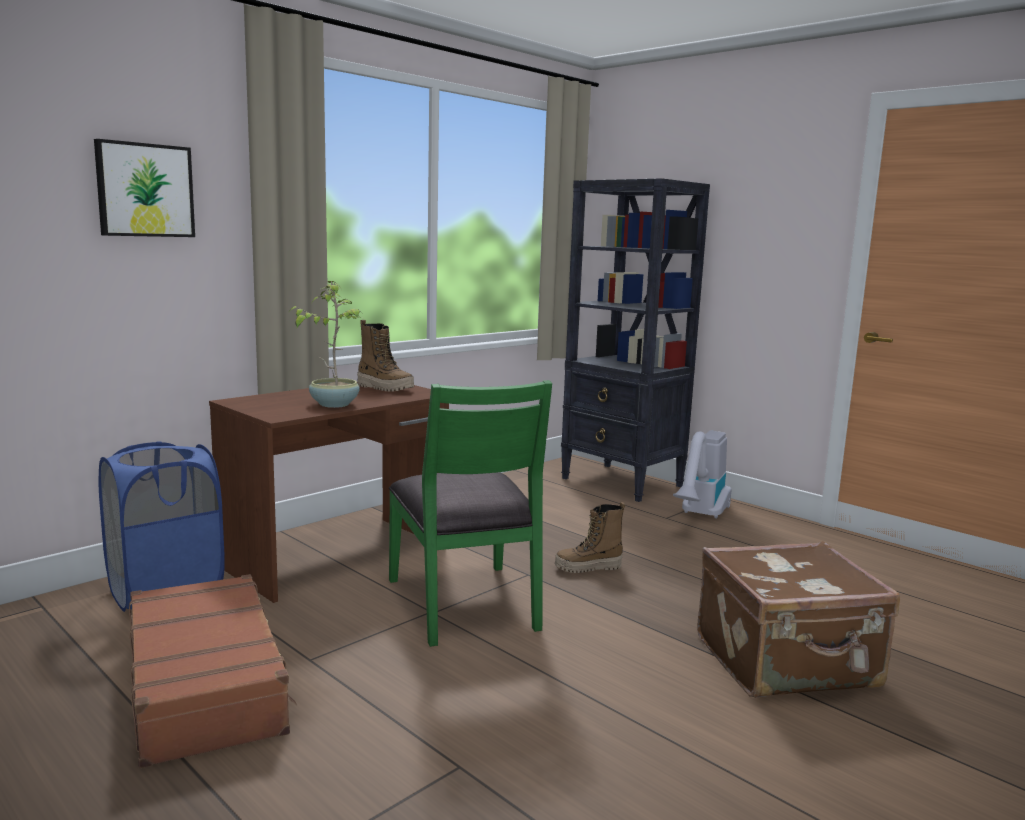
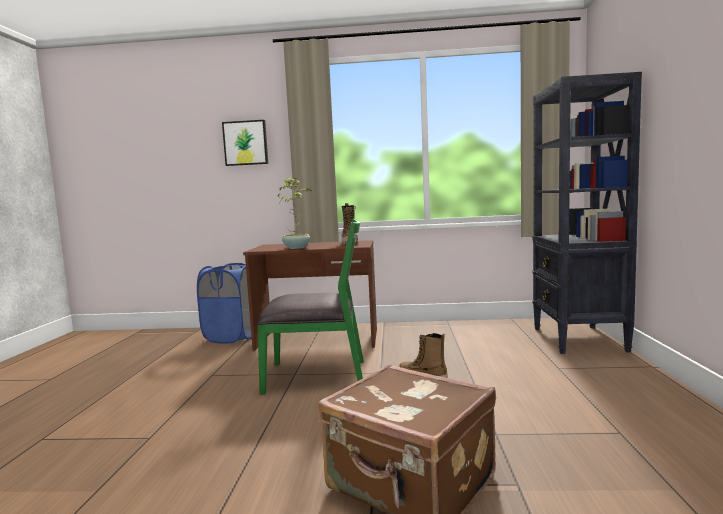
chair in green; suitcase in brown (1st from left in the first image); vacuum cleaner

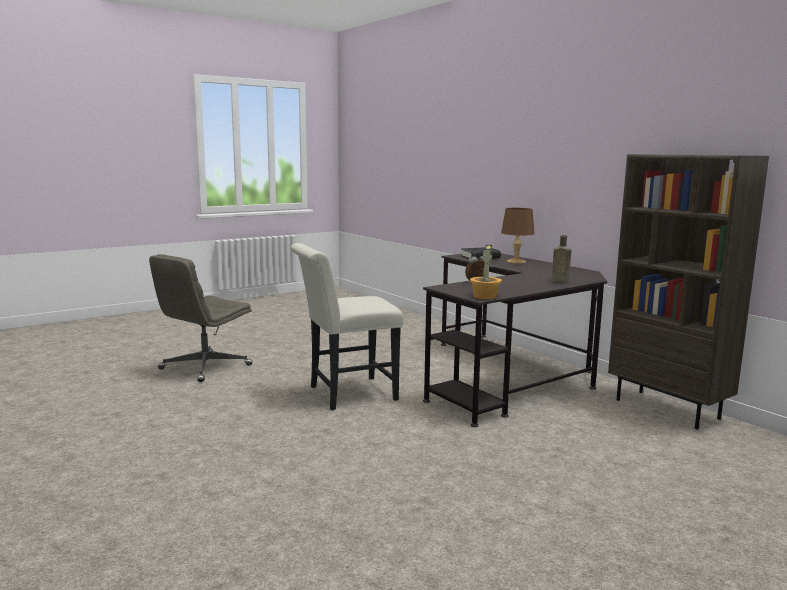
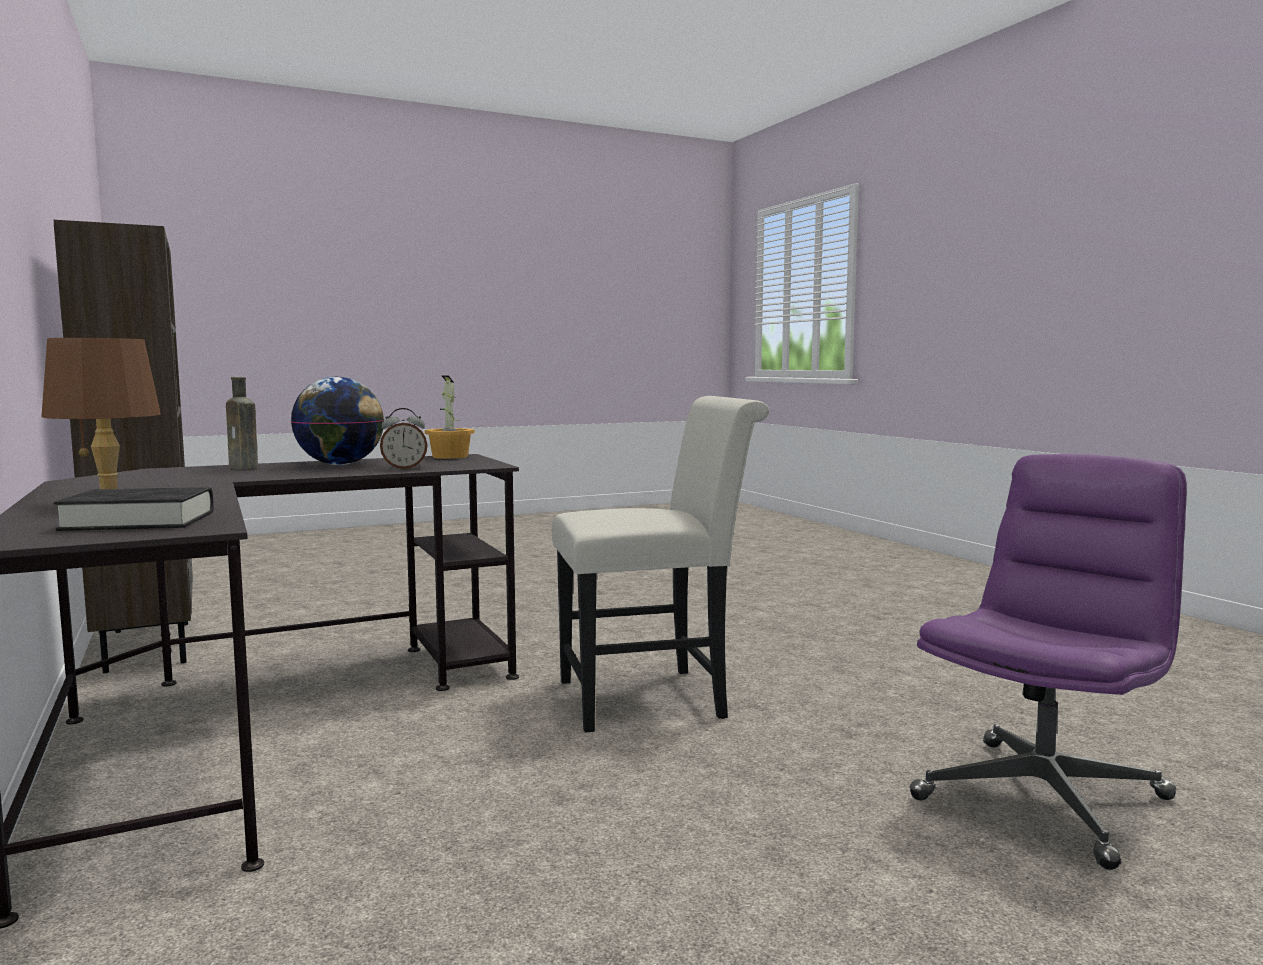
globe; office chair in purple

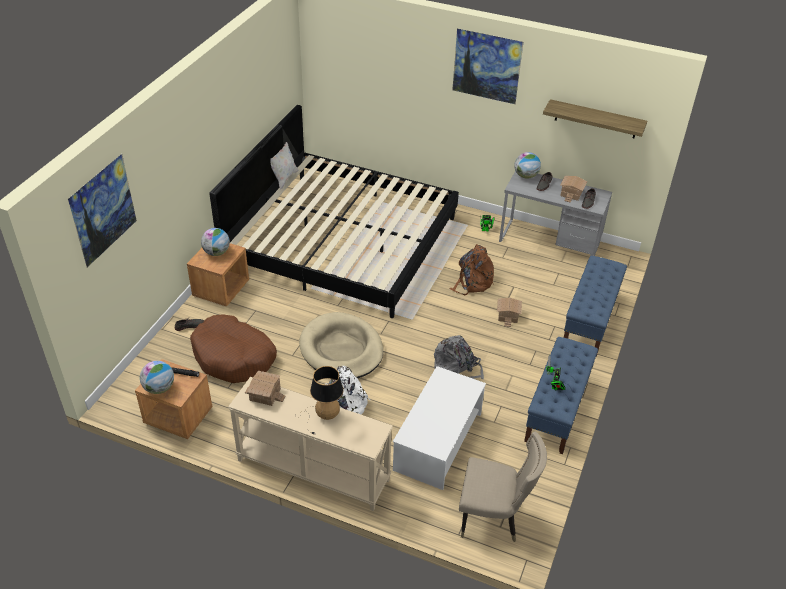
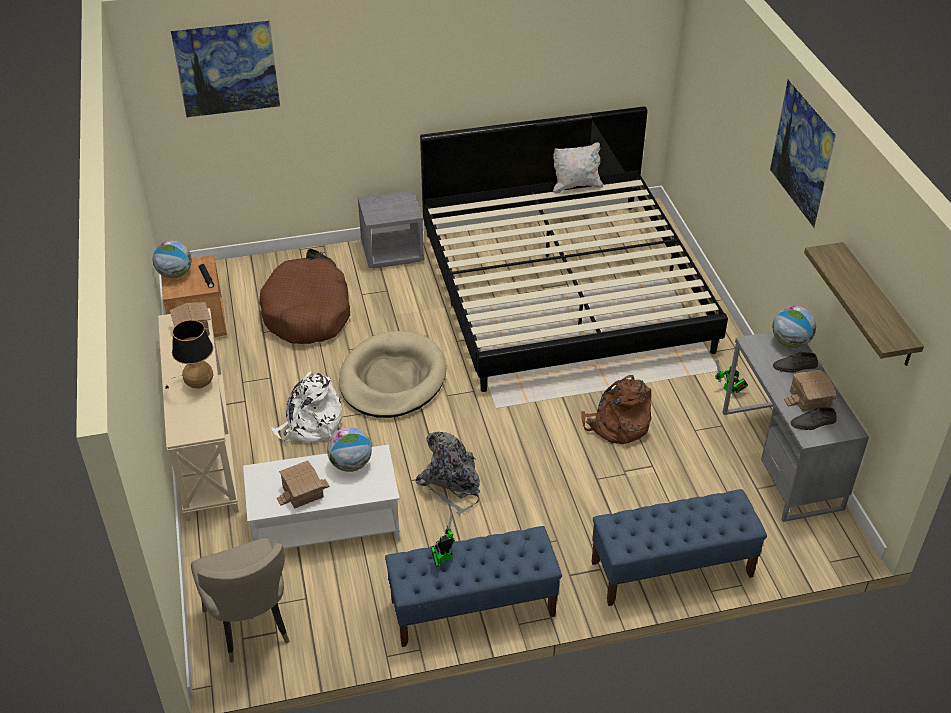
toy house (2nd from left); globe (2nd from left); nightstand in grey

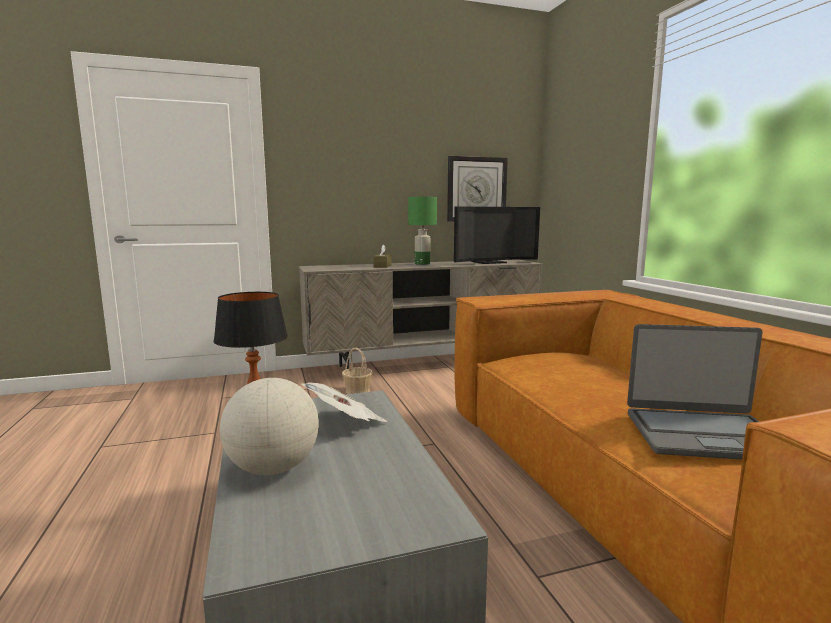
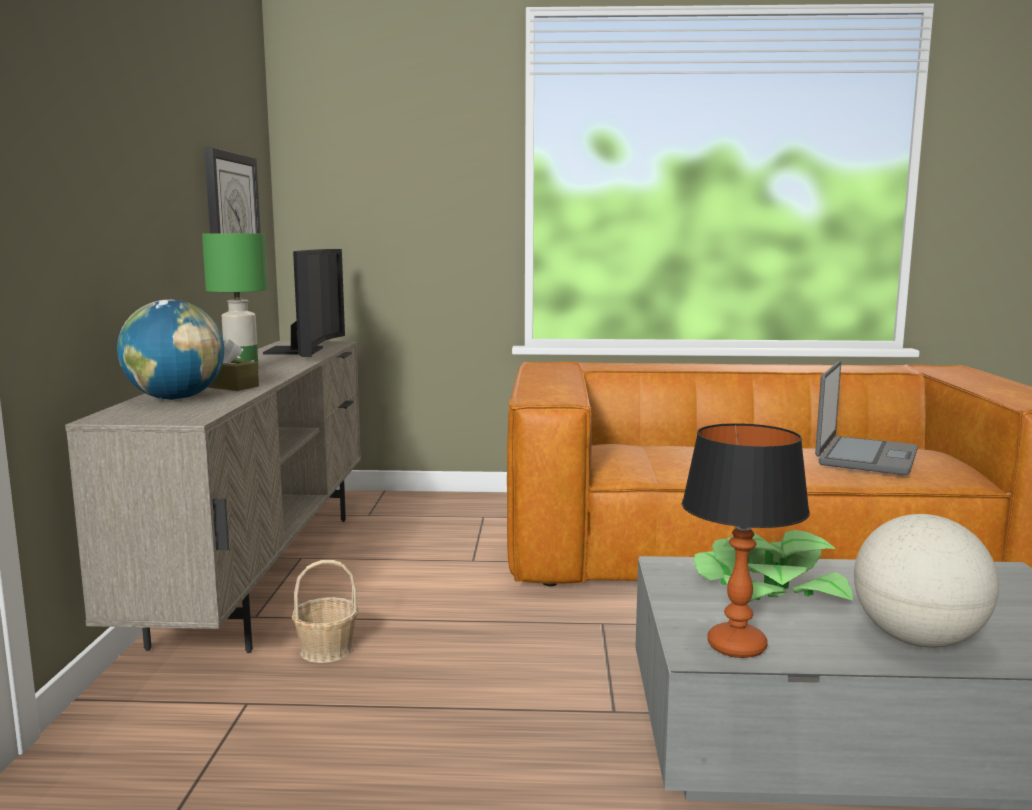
globe (1st from left); potted plant

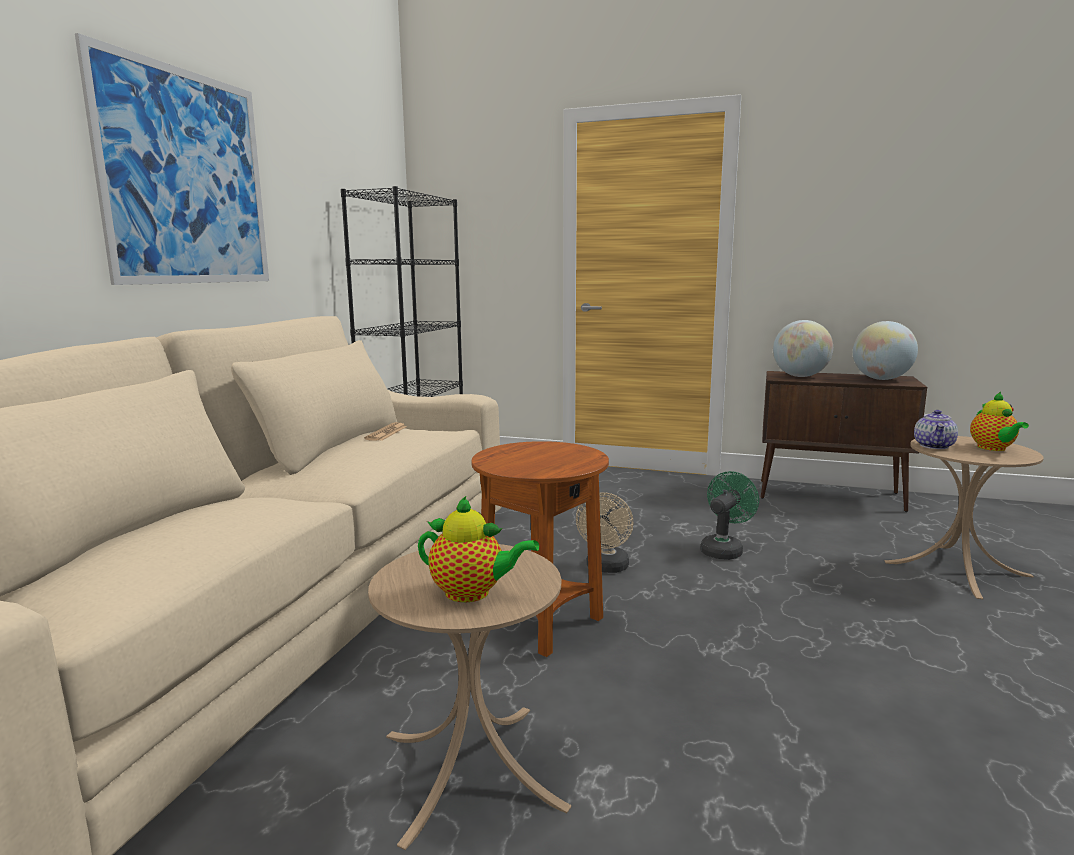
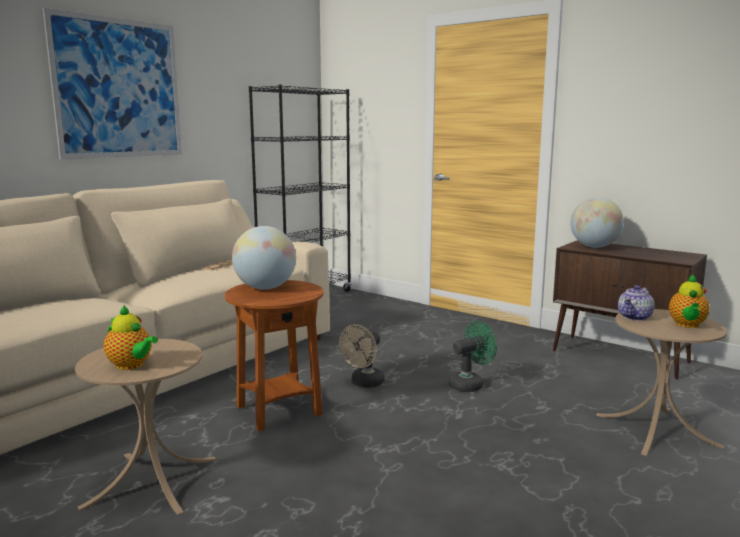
globe (1st from left)

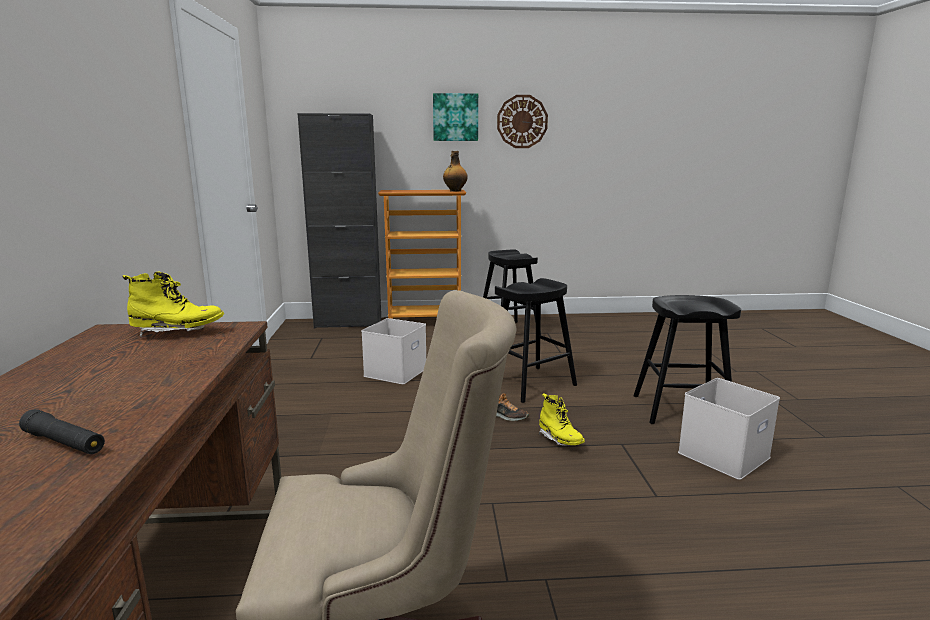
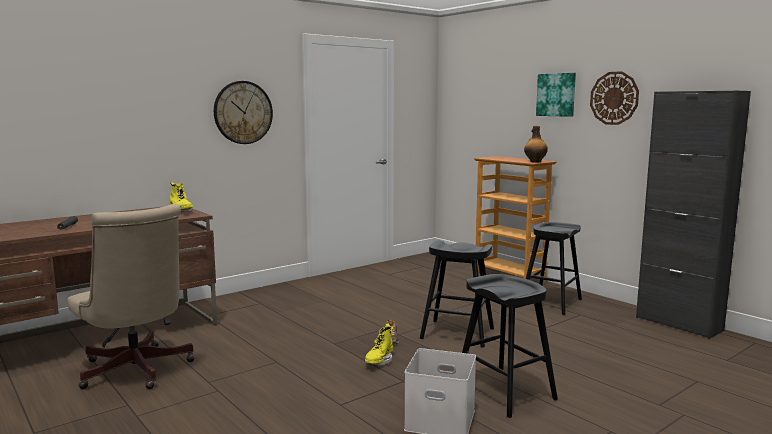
wall clock (1st from left); cabinet in black; storage box in white (1st from left in the first image)

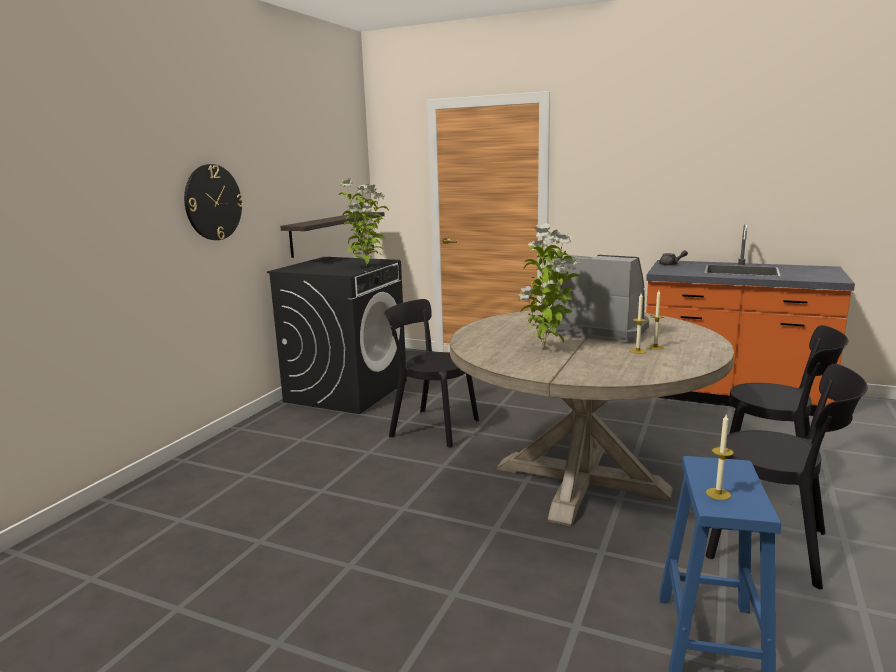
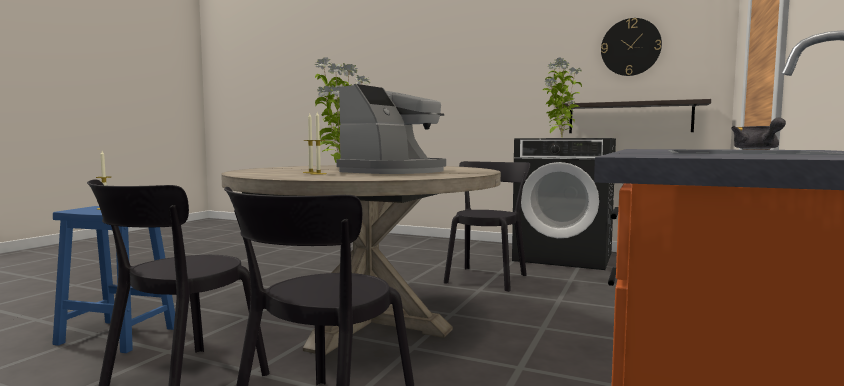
wall clock

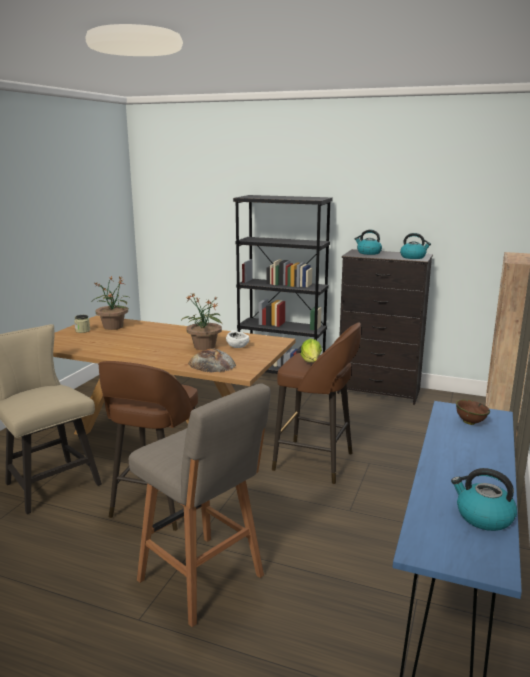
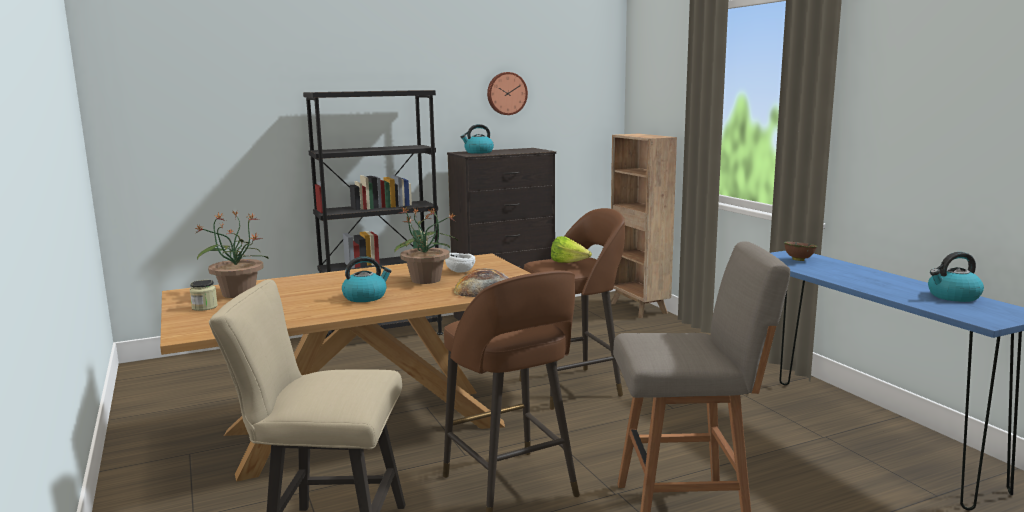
kettle (1st from left); wall clock

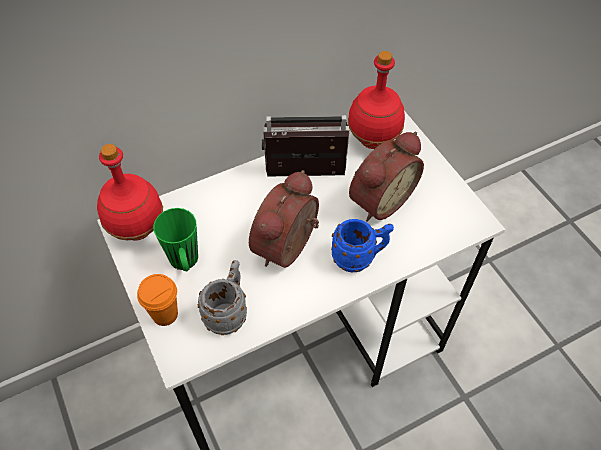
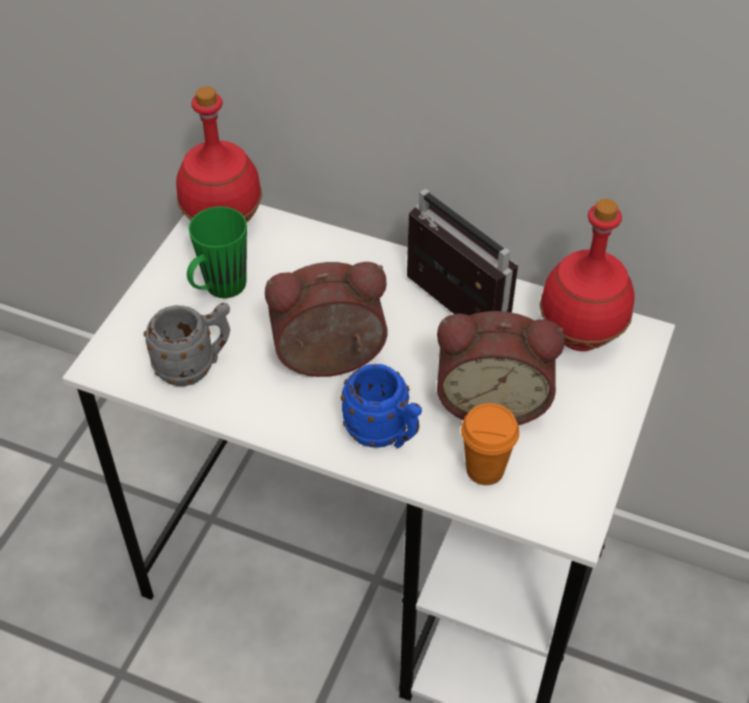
cup in orange

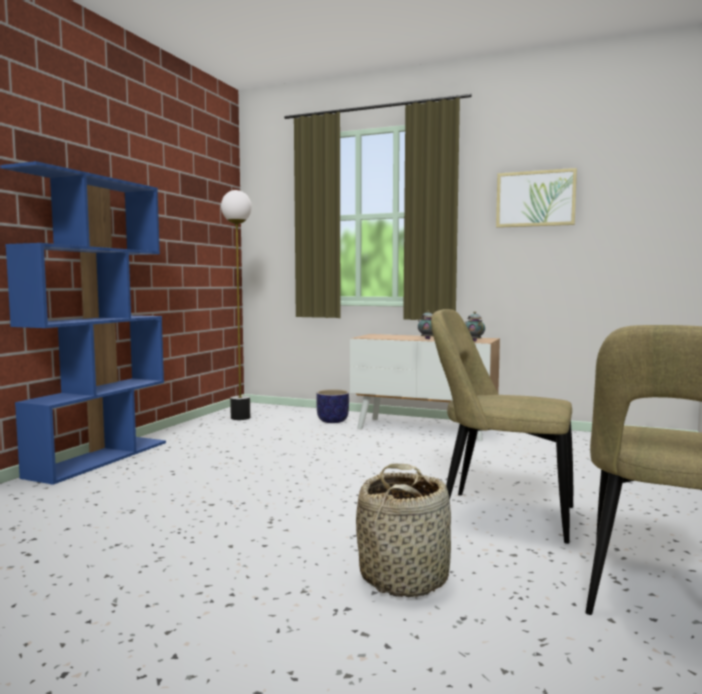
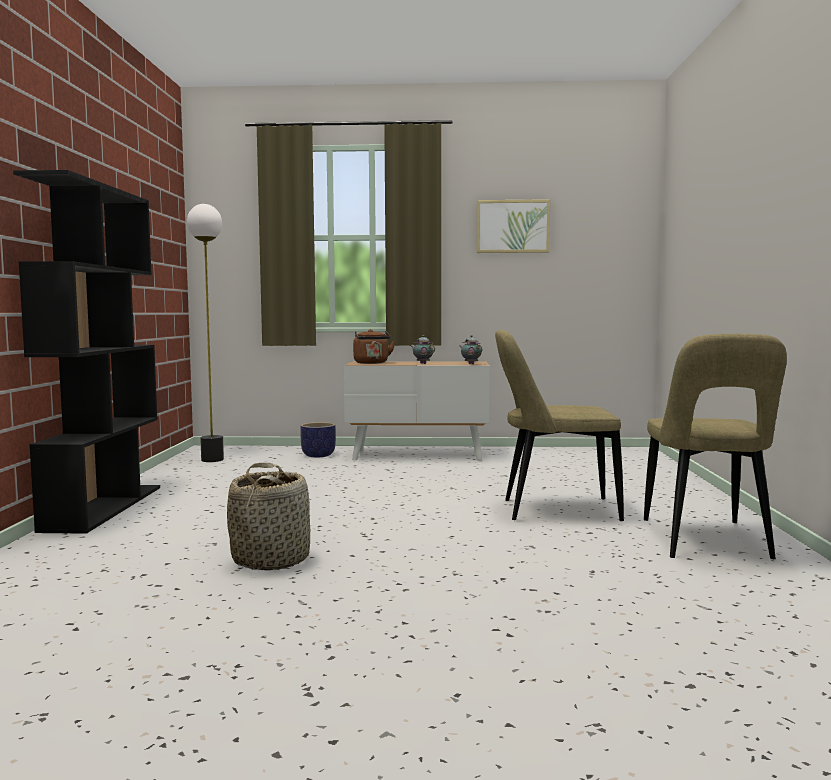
bookcase in black; basket; kettle in brown

